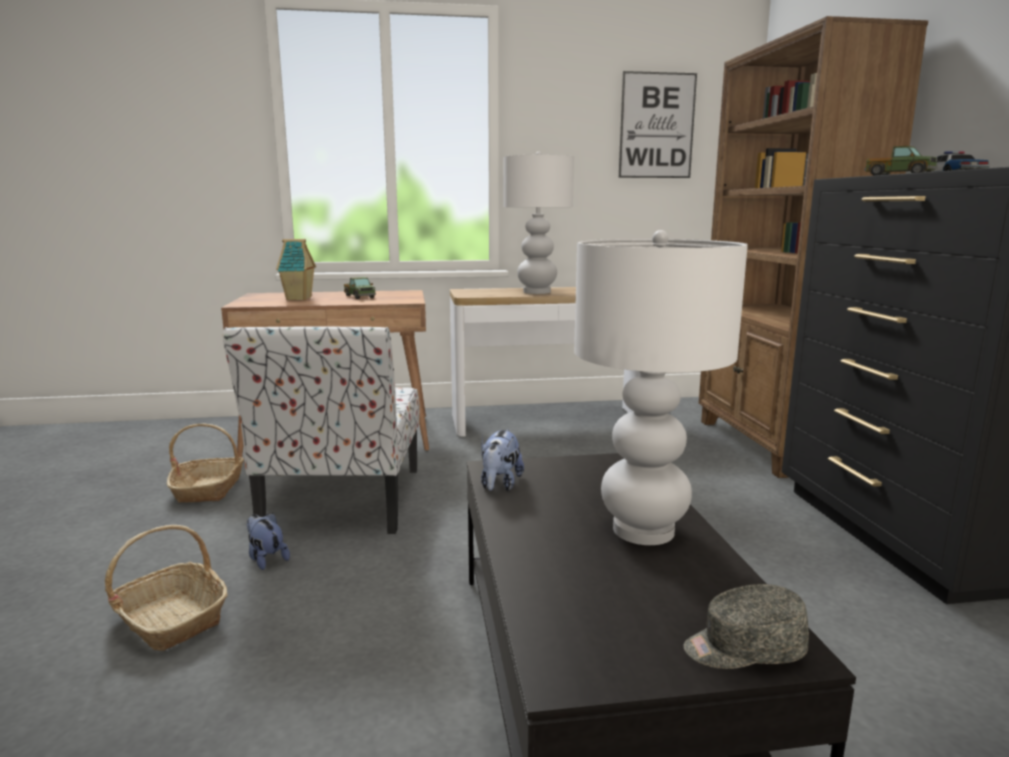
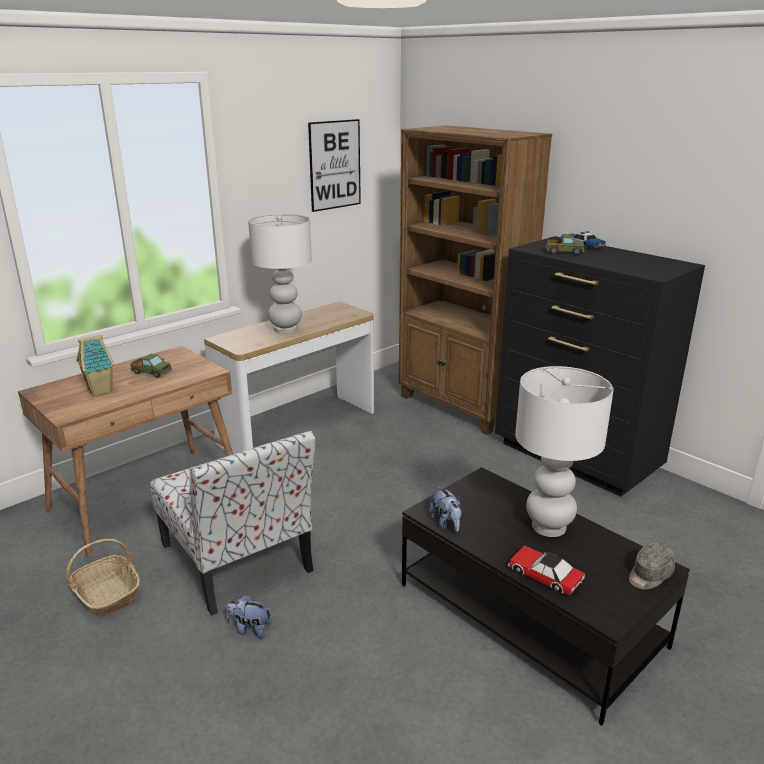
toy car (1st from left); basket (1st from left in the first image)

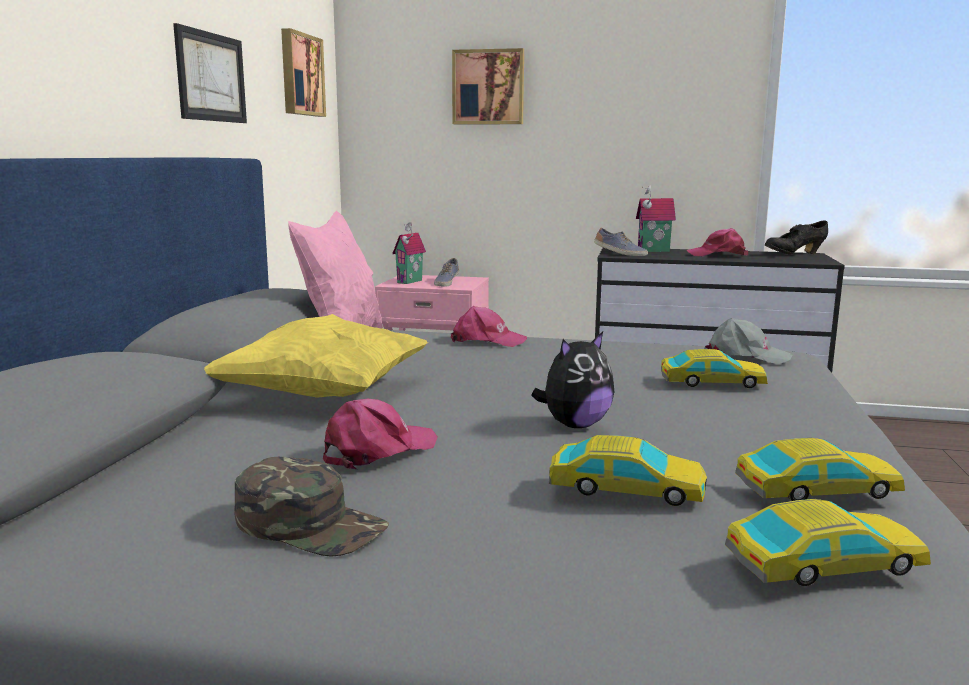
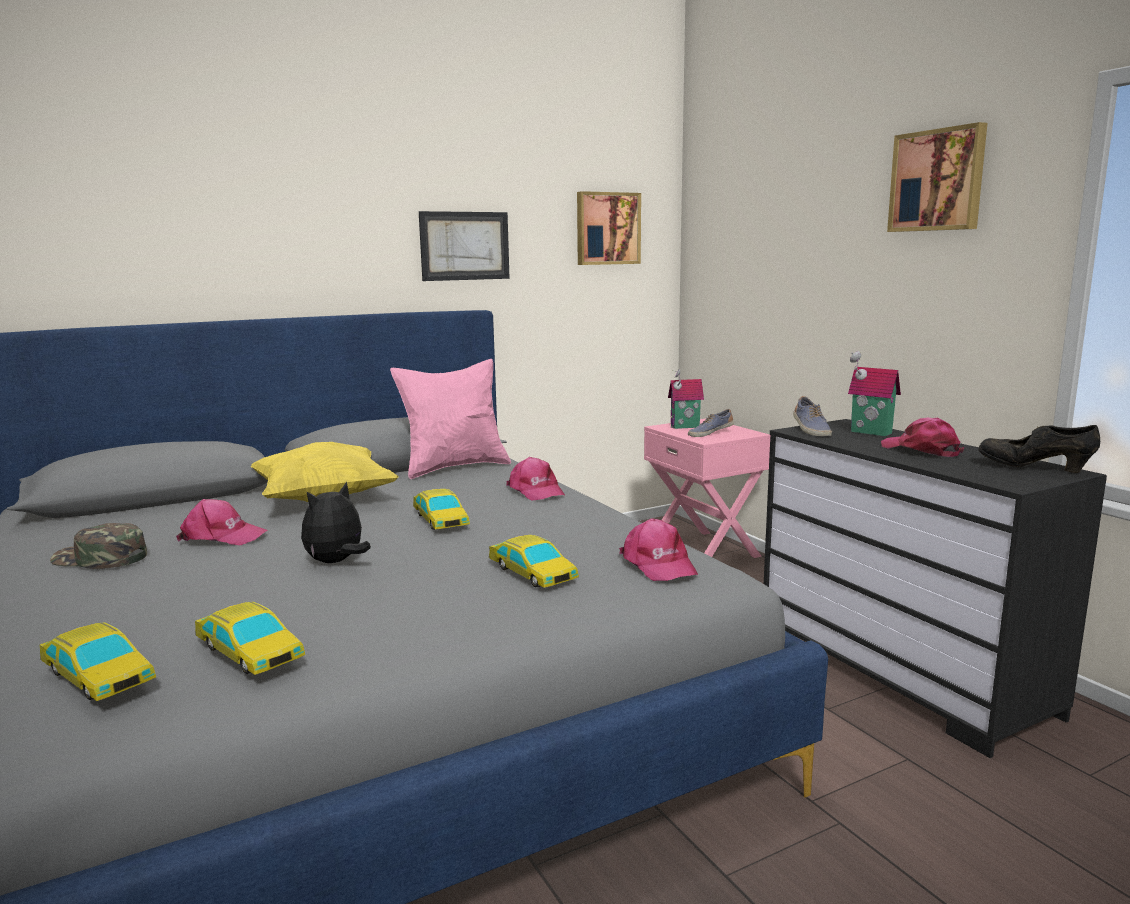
cap in green; plush toy; toy car (3rd from left); cap in pink (3rd from left); picture (3rd from left)

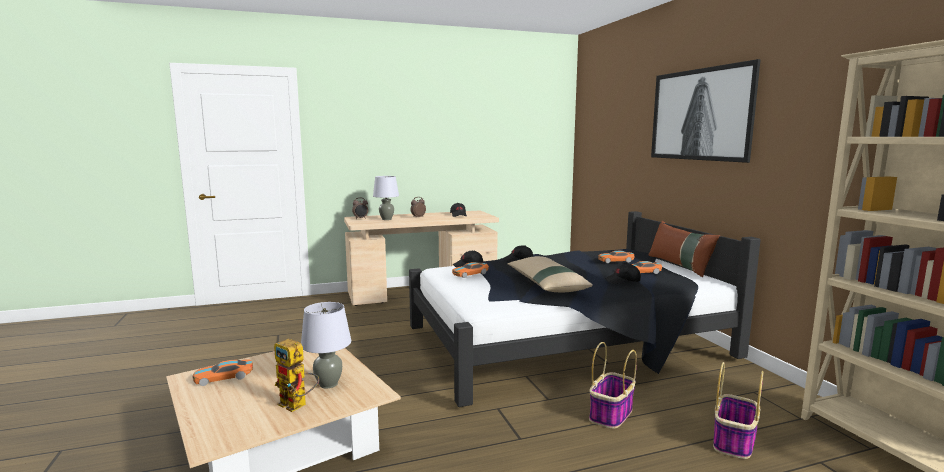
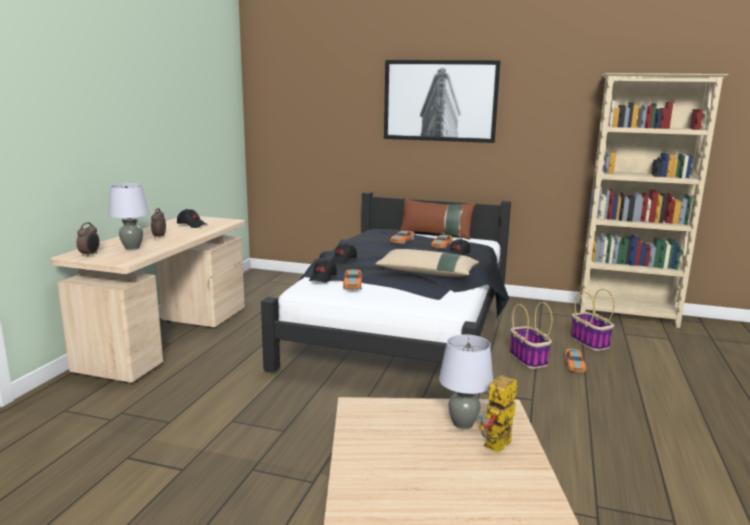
toy robot; toy car (4th from left)

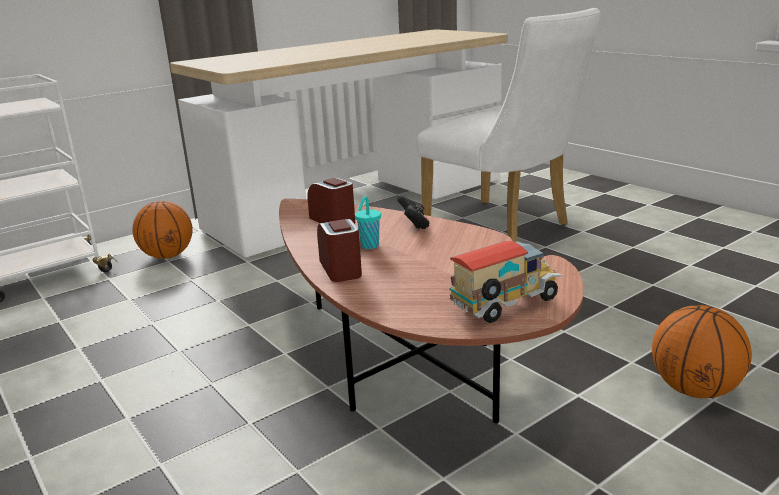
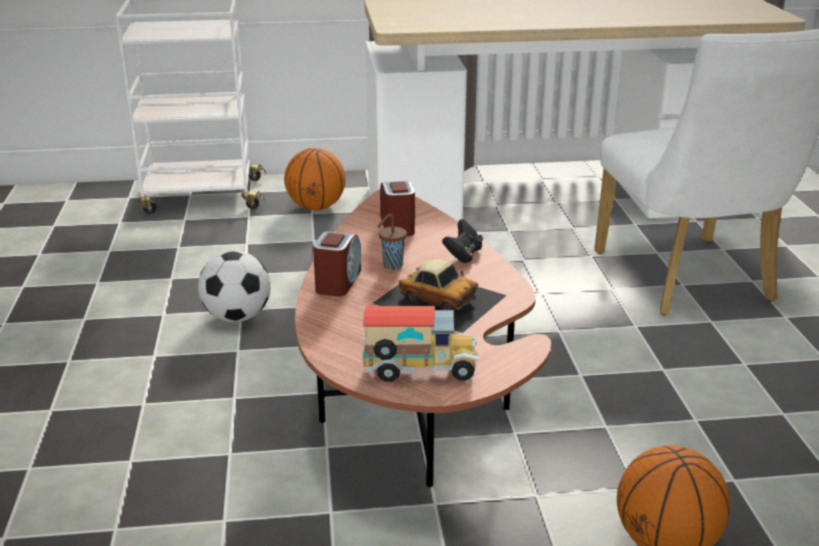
football; toy car; cup in brown

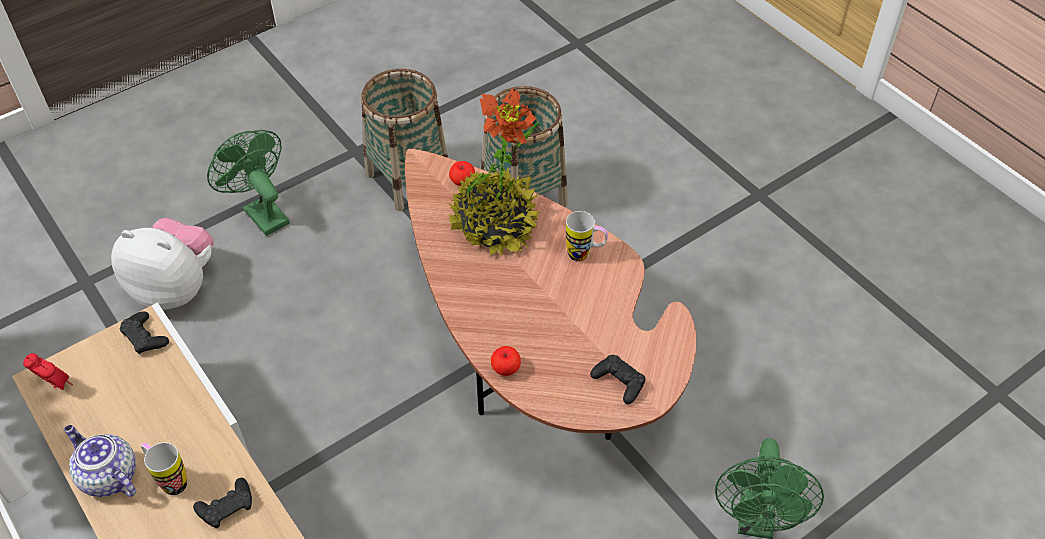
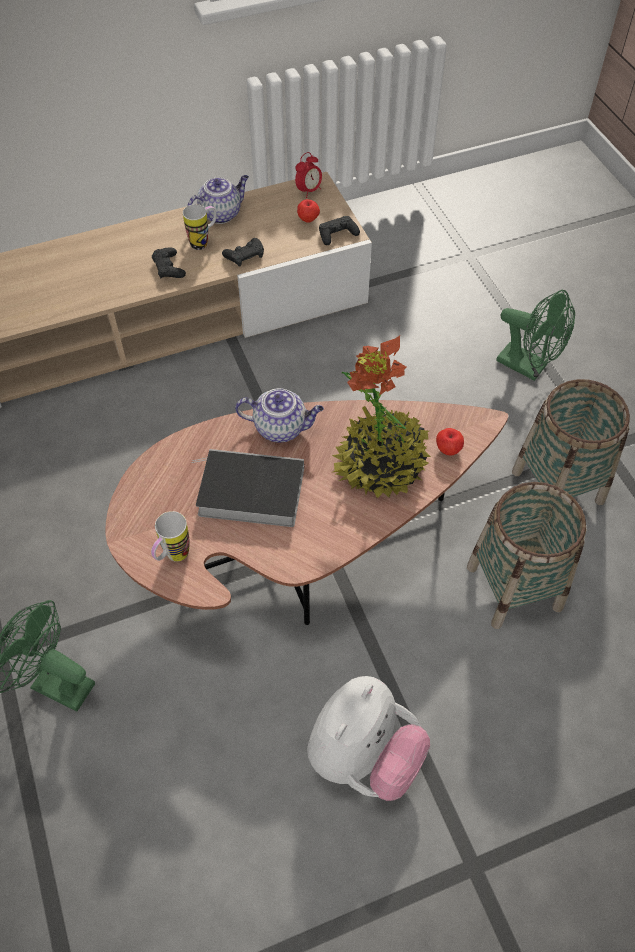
mug (1st from left); book; game controller in black (2nd from left); teapot (2nd from left); apple (1st from left); plush toy; fan in green (2nd from left)

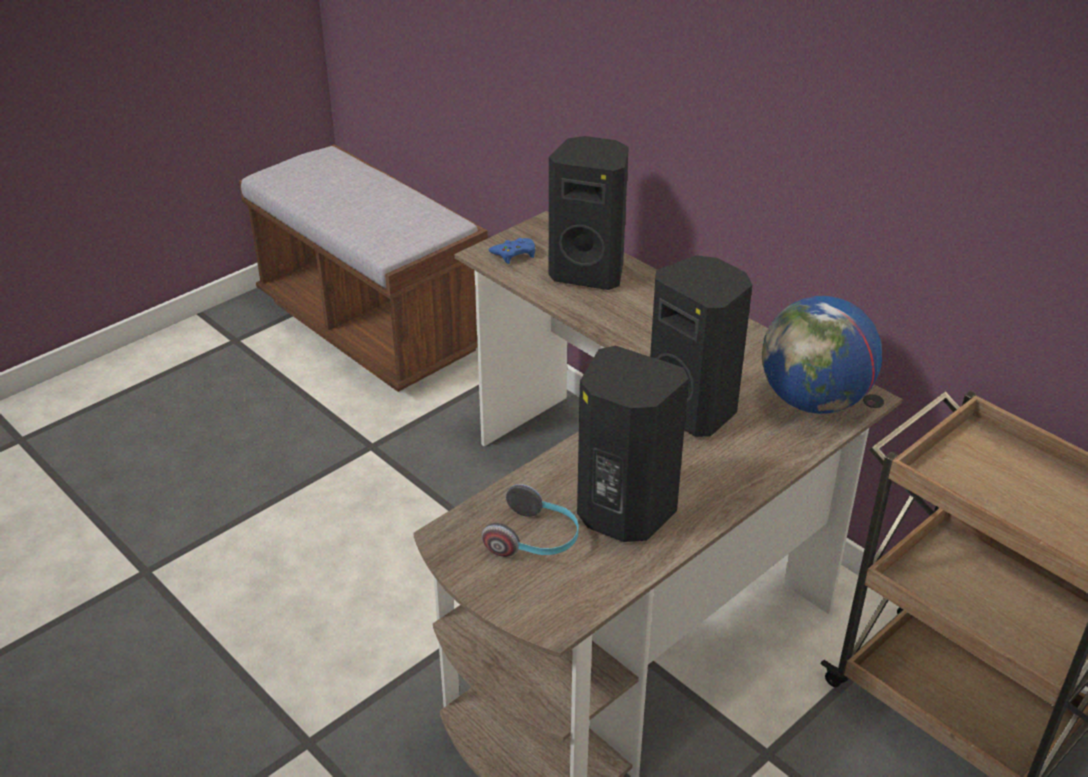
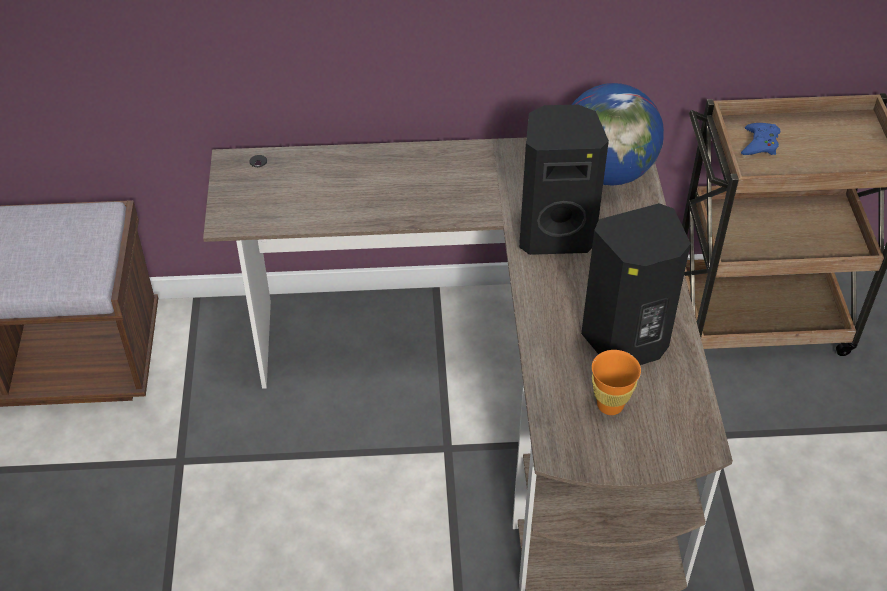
cup in orange; game controller in blue; speaker in black (1st from left in the first image)

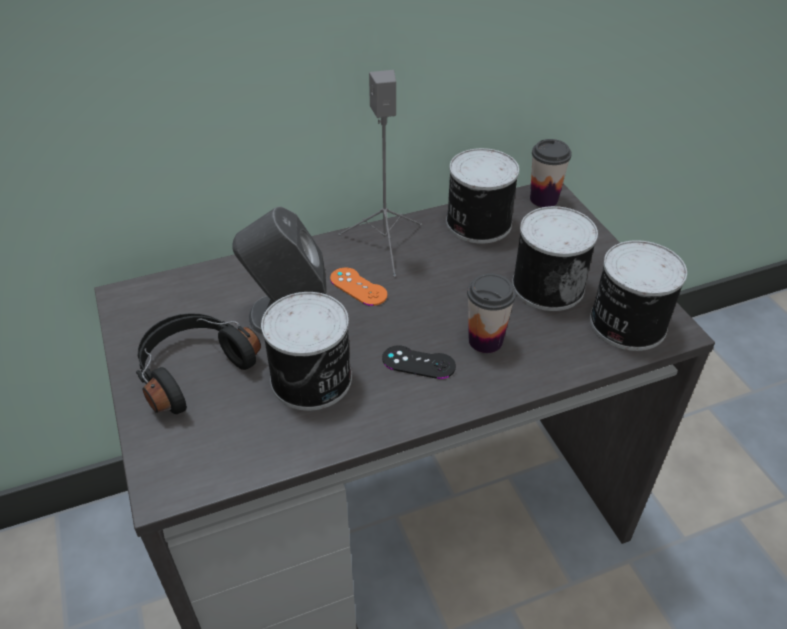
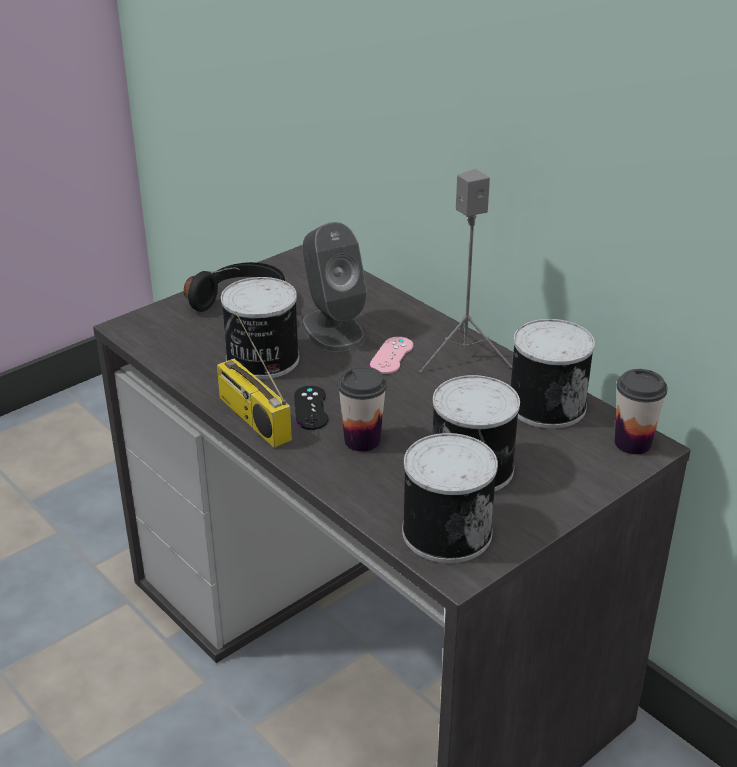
radio; game controller in pink

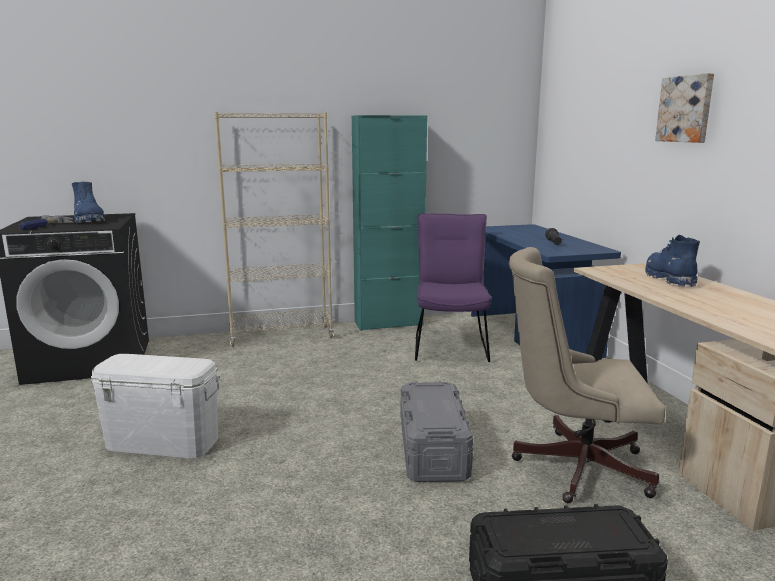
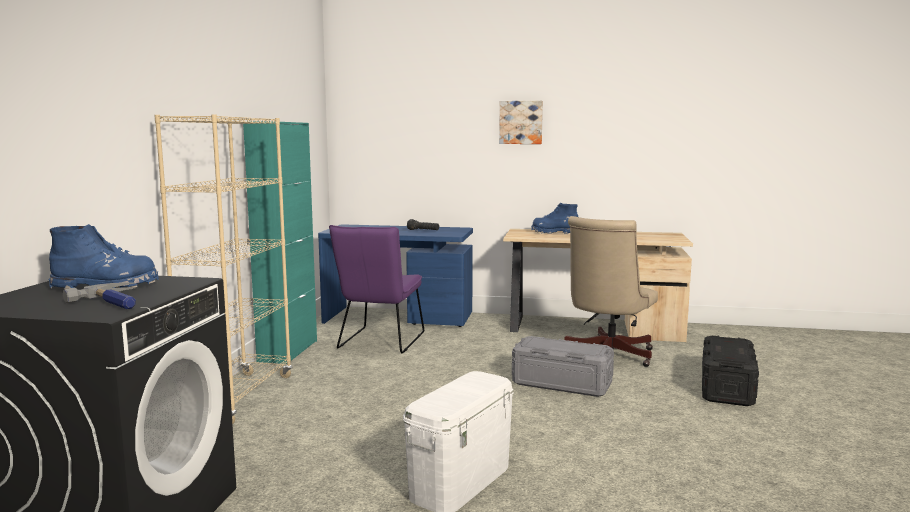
chair in purple

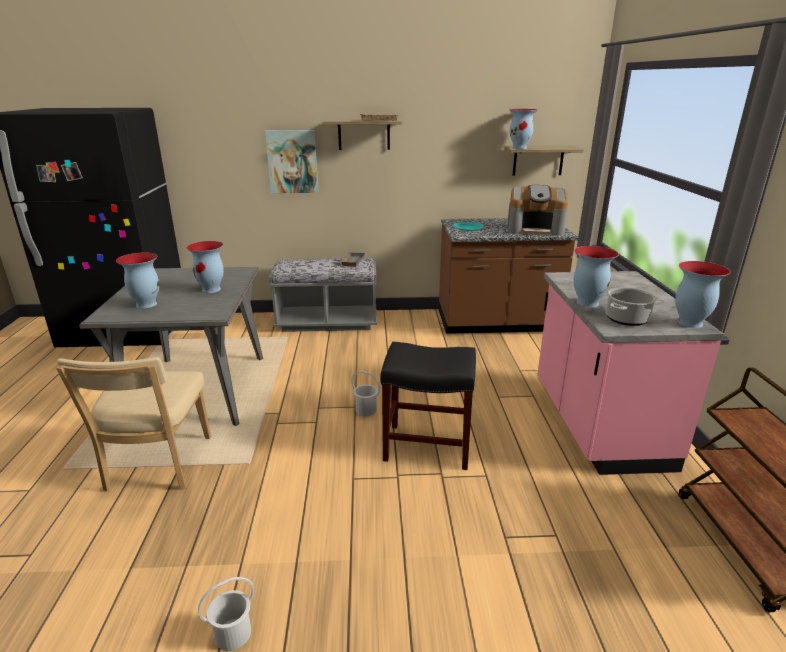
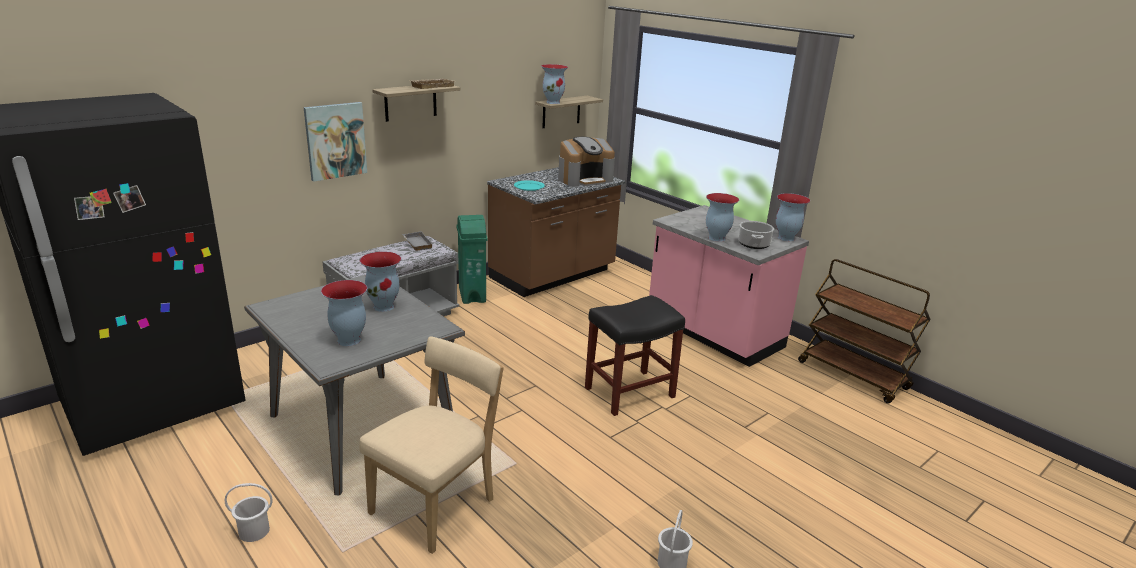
bucket in white (1st from left); chair in beige; trash can in green

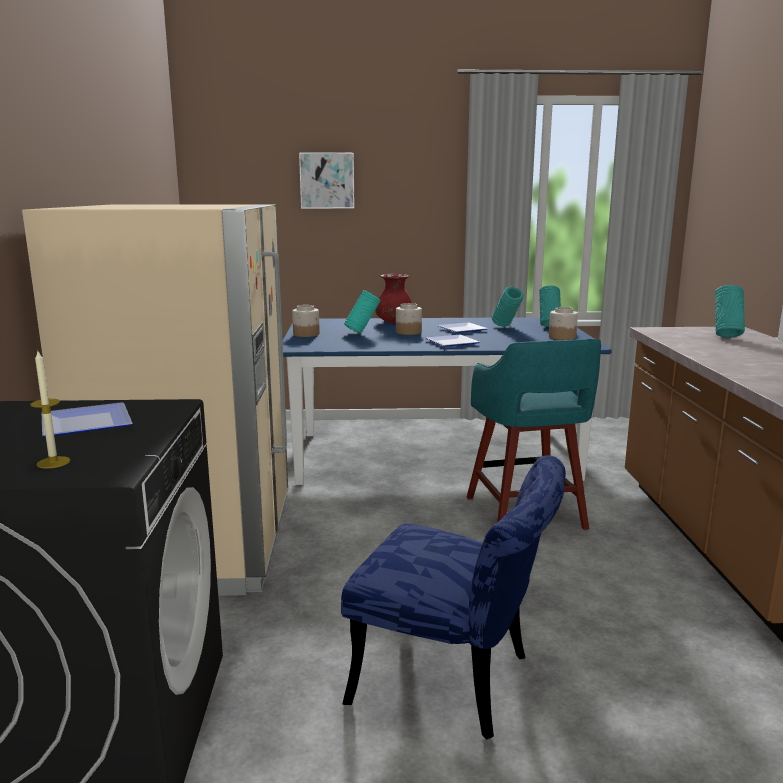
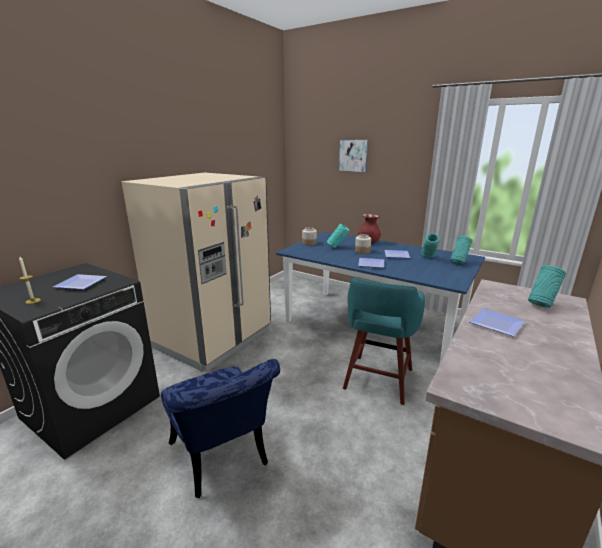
plate (4th from left); jar (3rd from left in the first image)

